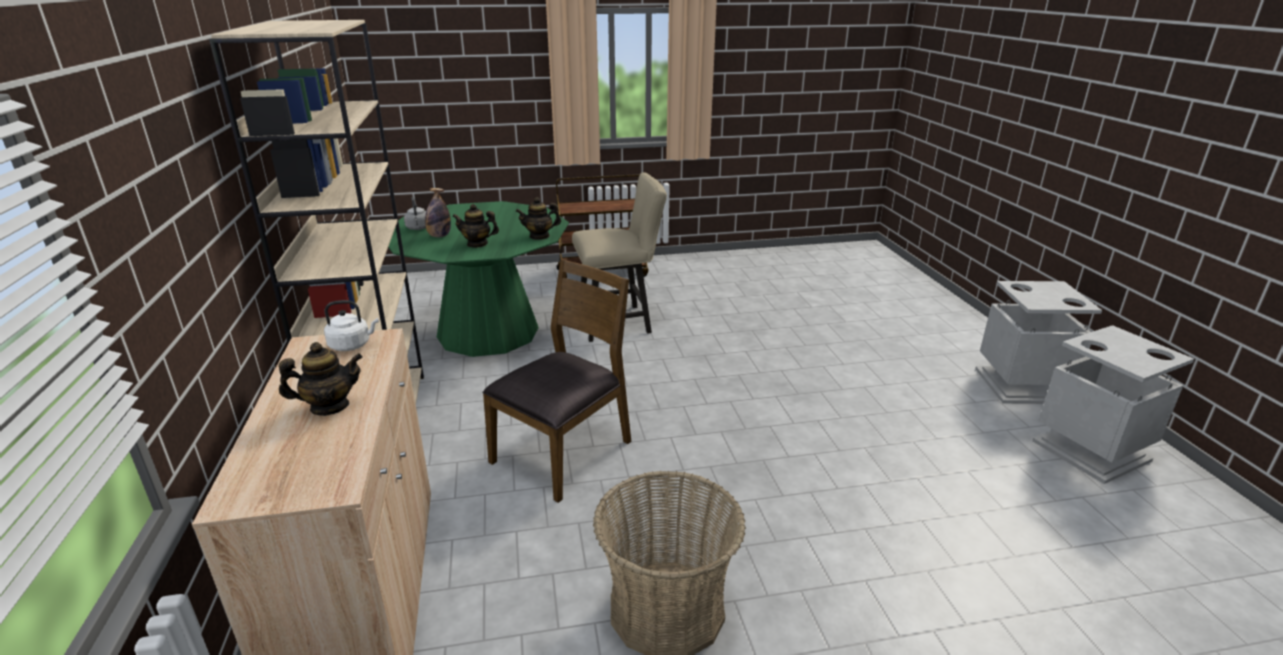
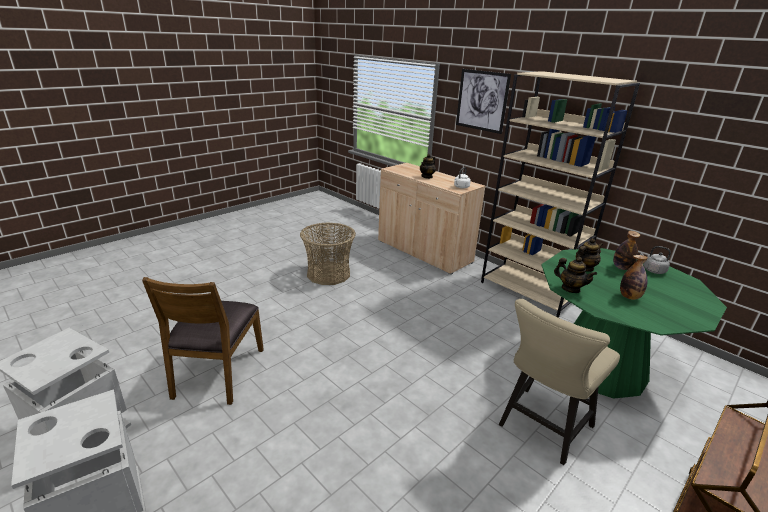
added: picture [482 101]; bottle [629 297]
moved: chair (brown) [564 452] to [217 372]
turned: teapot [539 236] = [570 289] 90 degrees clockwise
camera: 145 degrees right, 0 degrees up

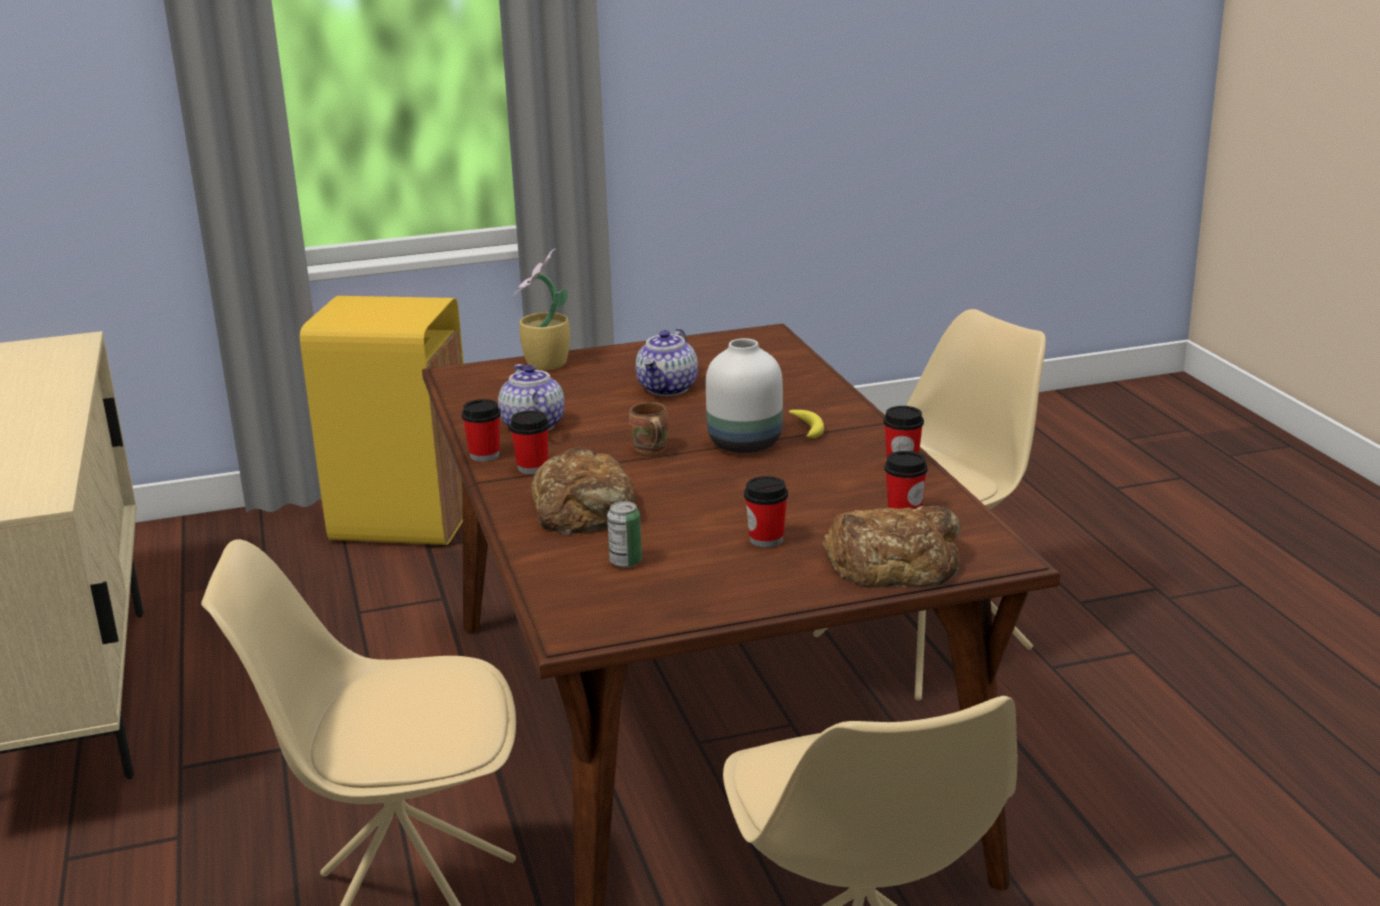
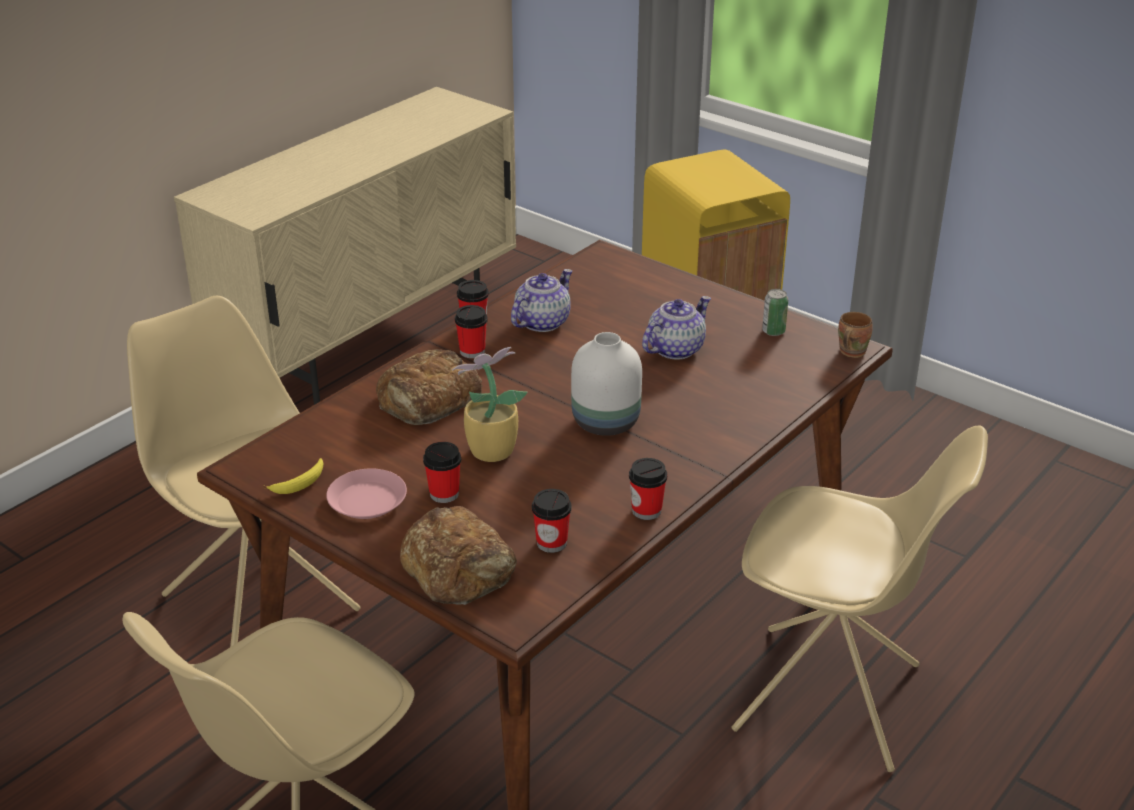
added: plate (pink) [366 500]
moved: banana [807 429] to [300 483]; potted plant [545 365] to [489 451]; can [625 562] to [773 331]; mug (brown) [649 450] to [850 352]
turned: teapot [668 388] = [675 349] 150 degrees clockwise
camera: 55 degrees right, 10 degrees up

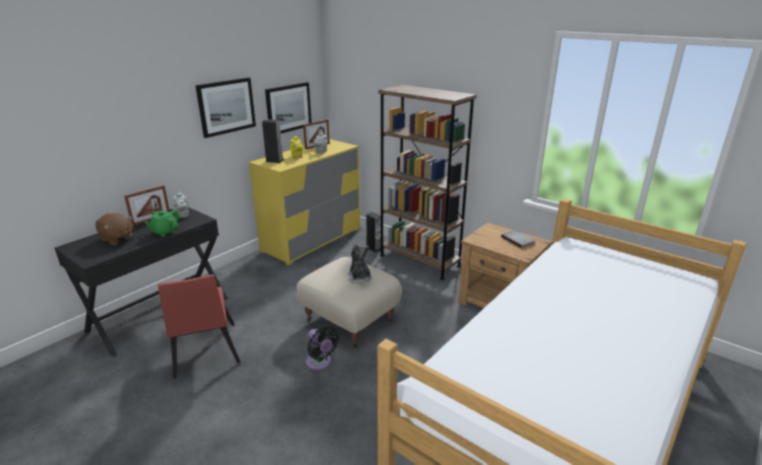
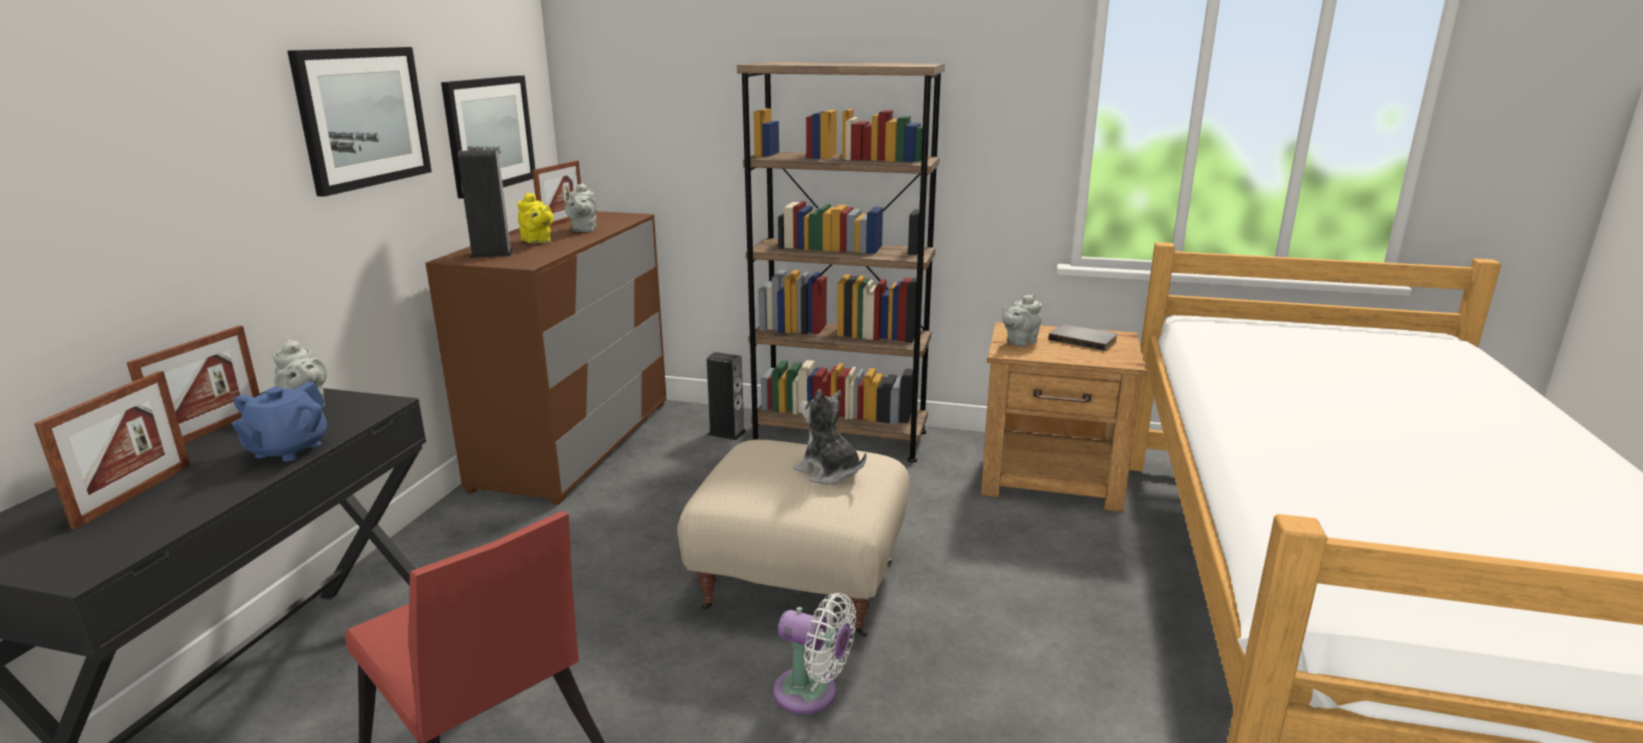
added: teapot (grey) [1019 342]
replaced: plush toy (brown) [117 239] to picture frame [134 494]
recoloured: teapot (green) [165 232] to teapot (blue) [287 450]; dresser (yellow) [312 240] to dresser (brown) [575 443]; fan (black) [320 363] to fan (white) [812 694]
camera: 25 degrees left, 5 degrees down

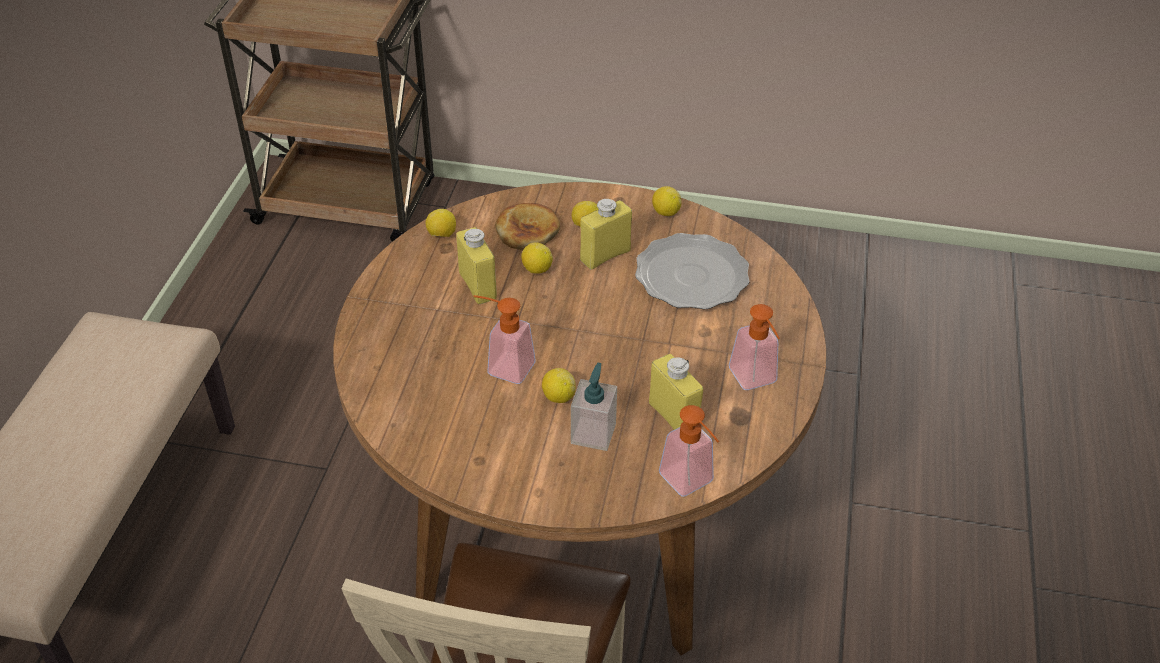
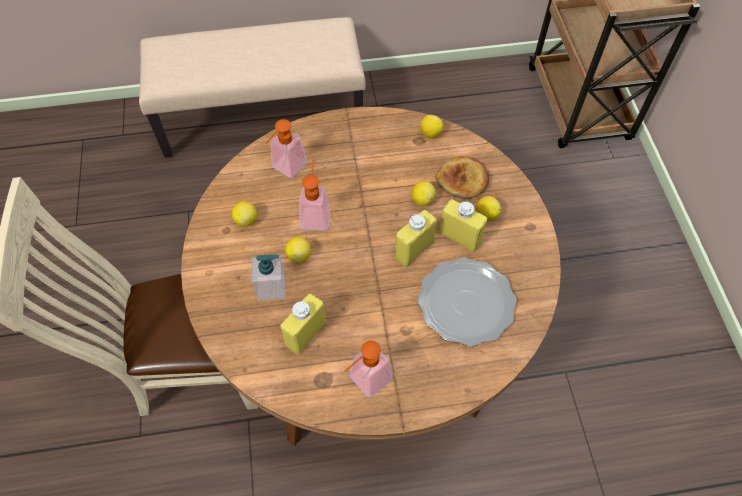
moved: lemon [665 212] to [246 220]; soap dispenser [691 484] to [285 169]; bottle (yellow) [477 286] to [414 250]
camera: 70 degrees right, 15 degrees up

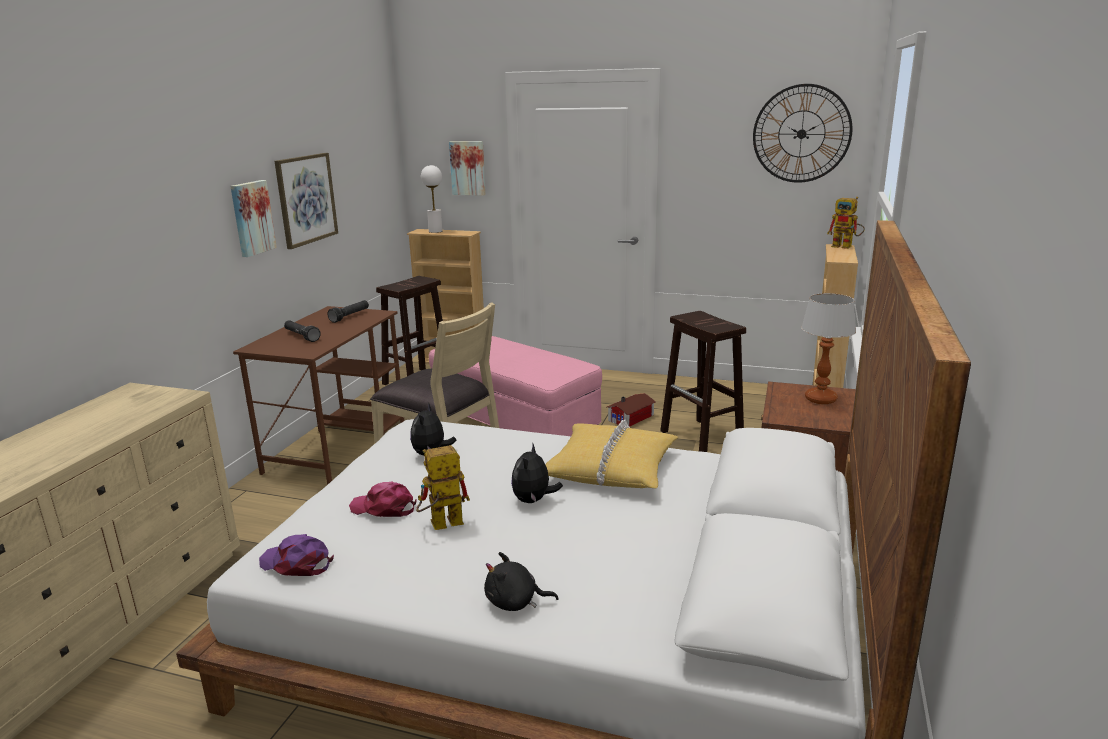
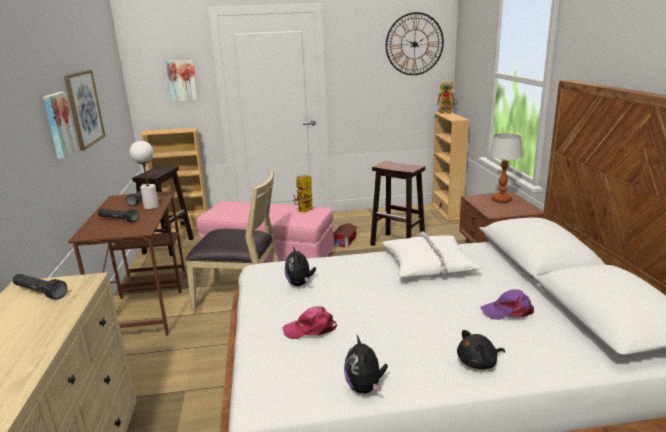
added: flashlight (black) [40 292]
moved: table lamp (white) [435 231] to [151 206]; toy robot [440 526] to [304 211]; plush toy [533 500] to [365 388]; cap (purple) [296 563] to [508 311]
recoloured: pillow (yellow) [611 468] to pillow (white) [428 264]
camera: 25 degrees left, 0 degrees up

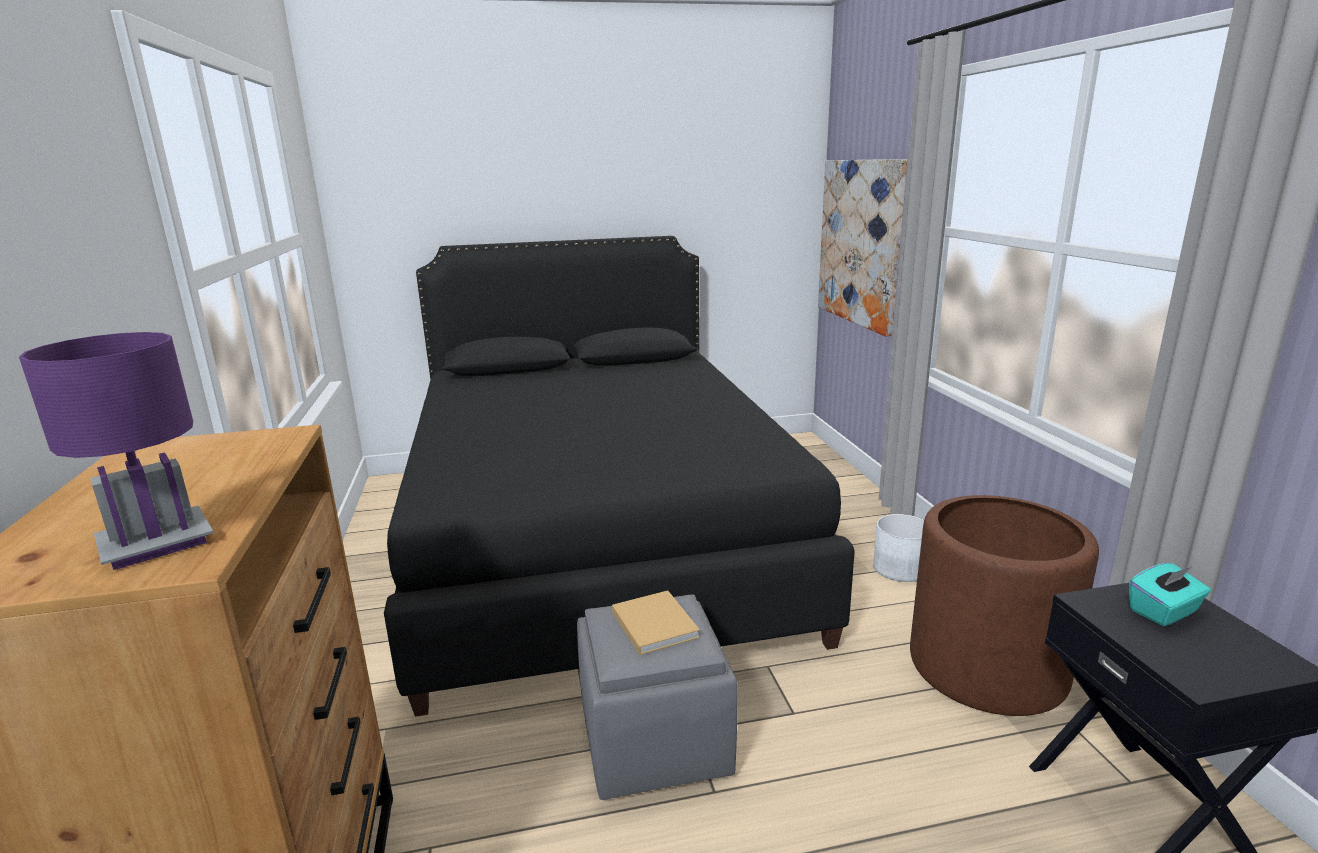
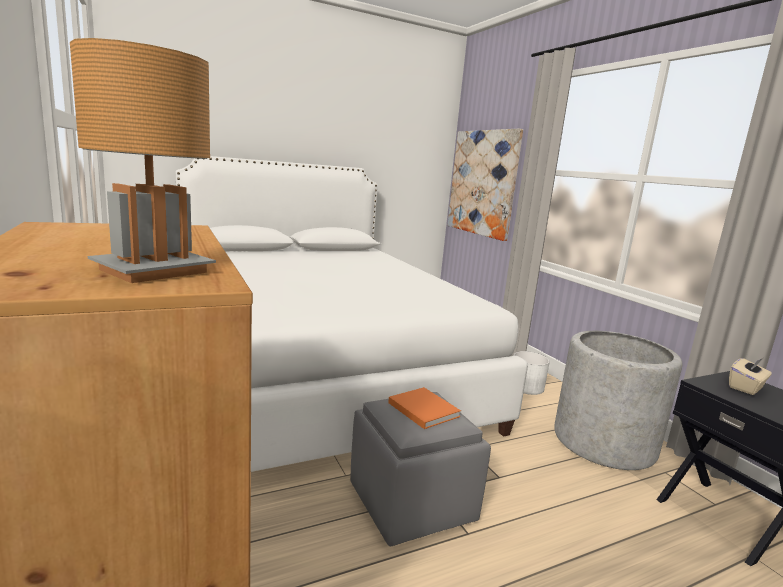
recoloured: table lamp (purple) [156 543] to table lamp (brown) [153 271]; bed (black) [597 539] to bed (white) [316 371]; book (beige) [653 623] to book (orange) [422 408]; planter (brown) [987 666] to planter (grey) [604 442]; tissue box (turquoise) [1164 612] to tissue box (beige) [746 388]
camera: 15 degrees left, 5 degrees down

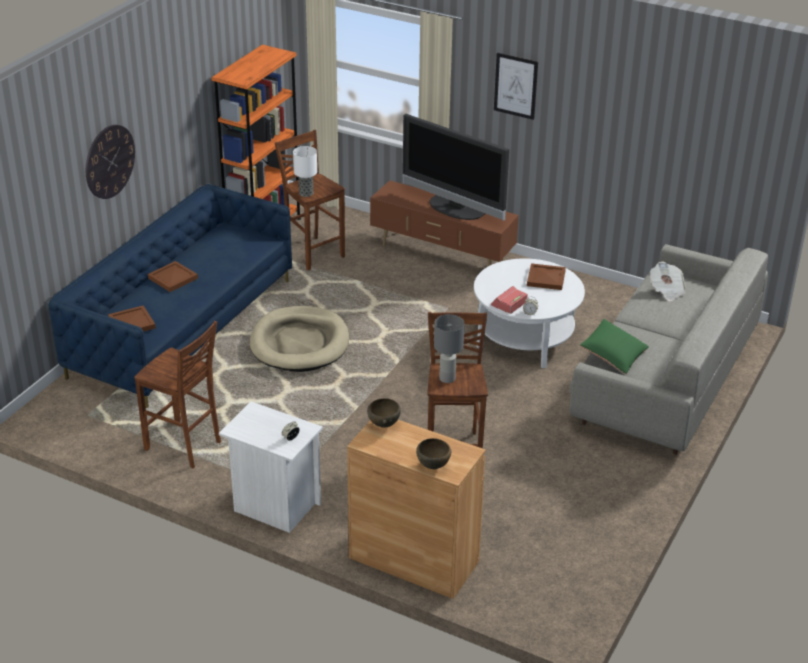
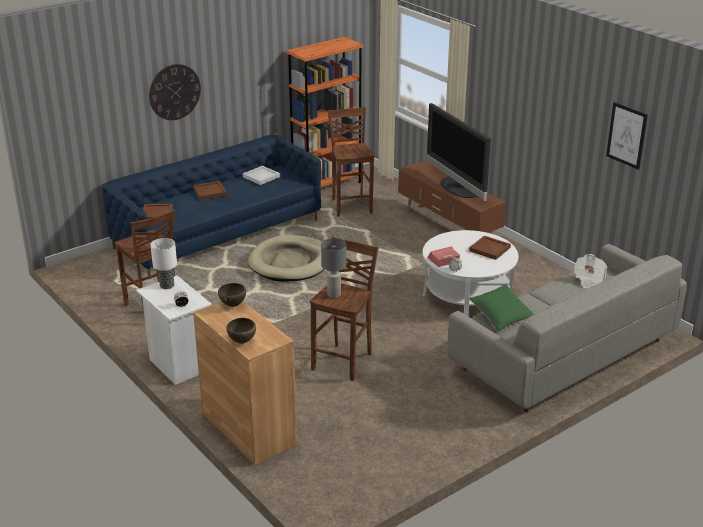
added: tray (white) [261 176]
moved: table lamp [306 193] to [167 285]; picture [515 86] to [626 135]
camera: 25 degrees right, 5 degrees down

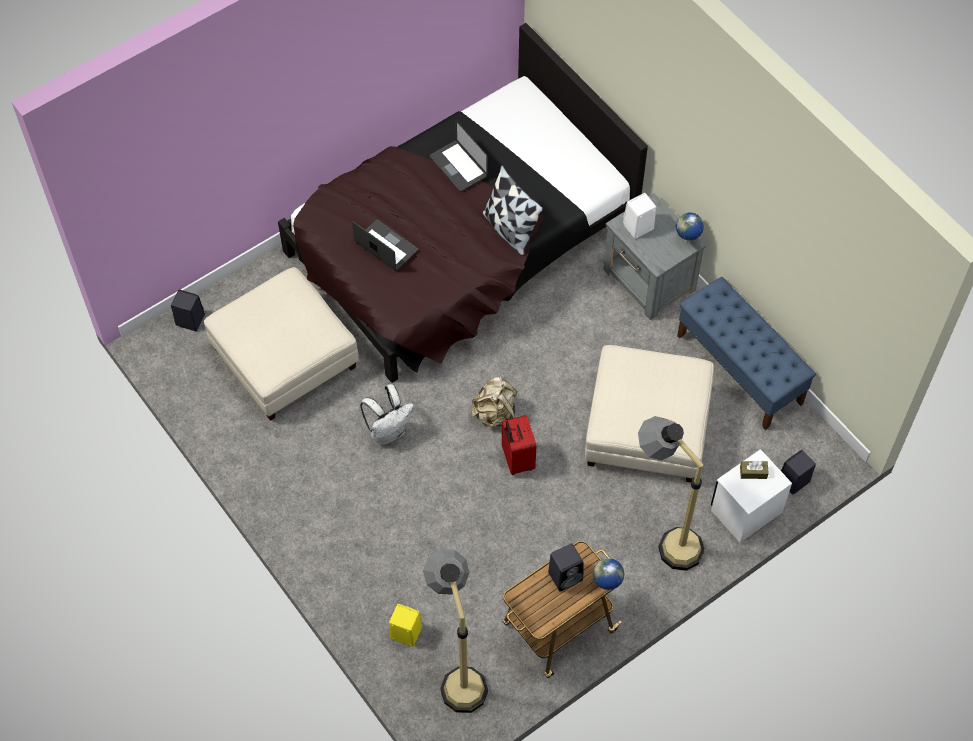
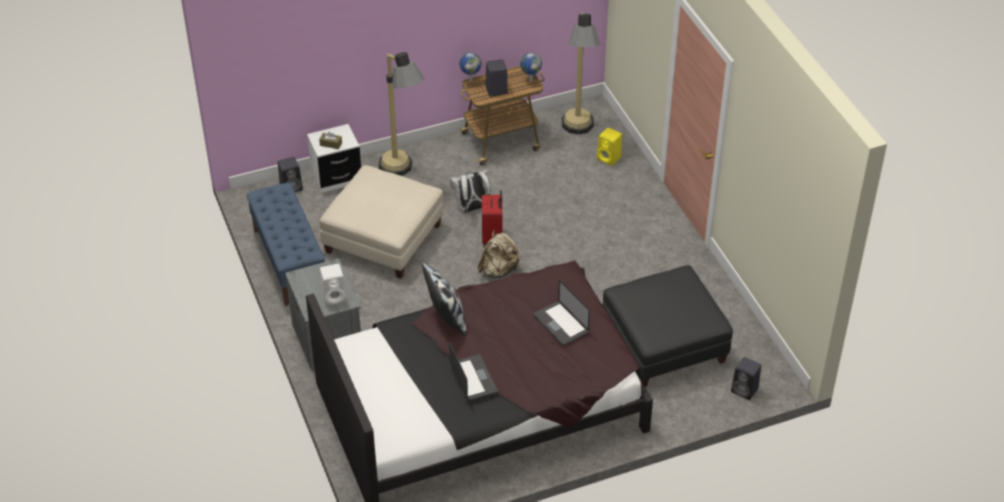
moved: backpack (white) [389 431] to [472 208]; globe [687 242] to [530 80]
recoloured: ottoman (beige) [285 358] to ottoman (black) [663 343]
camera: 165 degrees left, 15 degrees down

